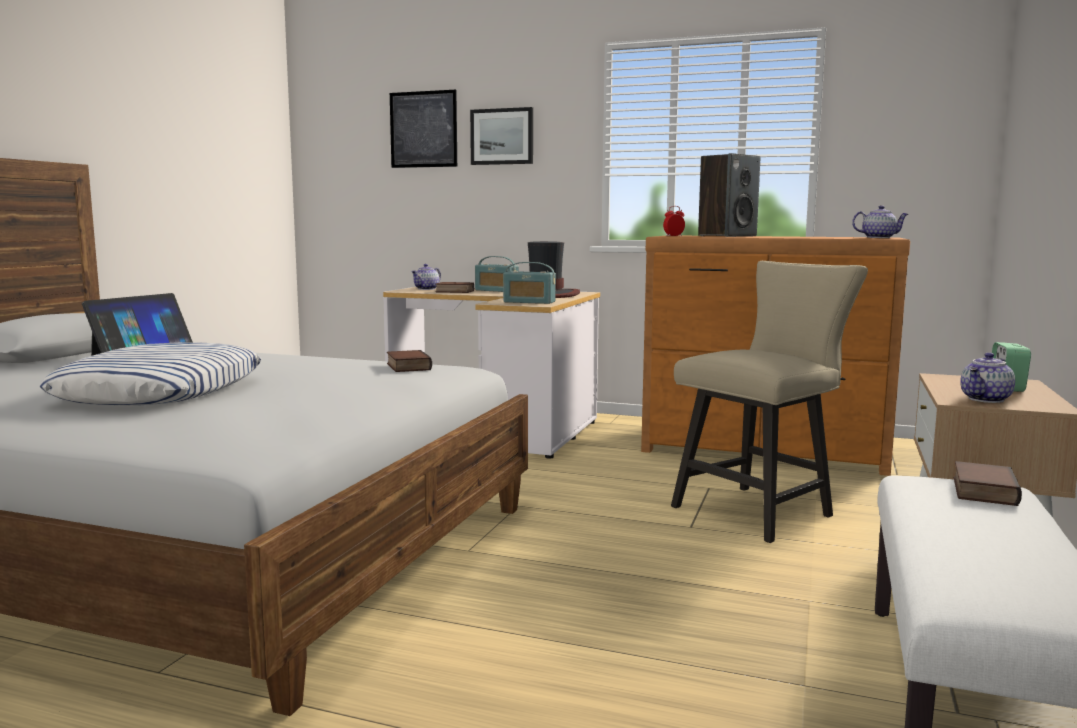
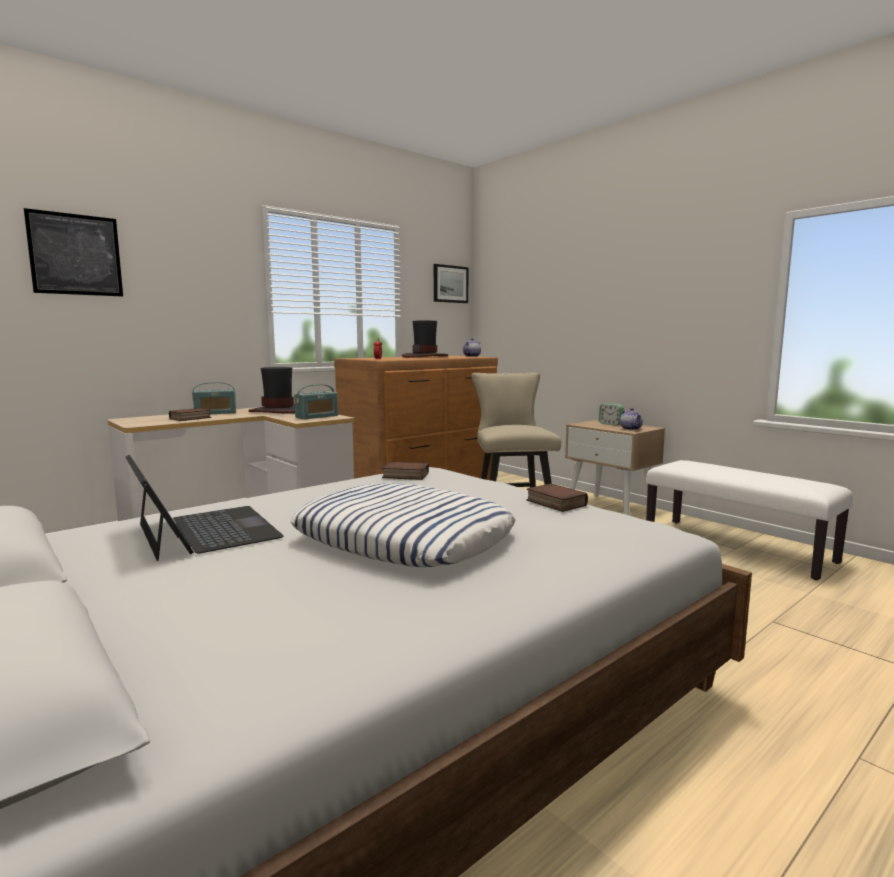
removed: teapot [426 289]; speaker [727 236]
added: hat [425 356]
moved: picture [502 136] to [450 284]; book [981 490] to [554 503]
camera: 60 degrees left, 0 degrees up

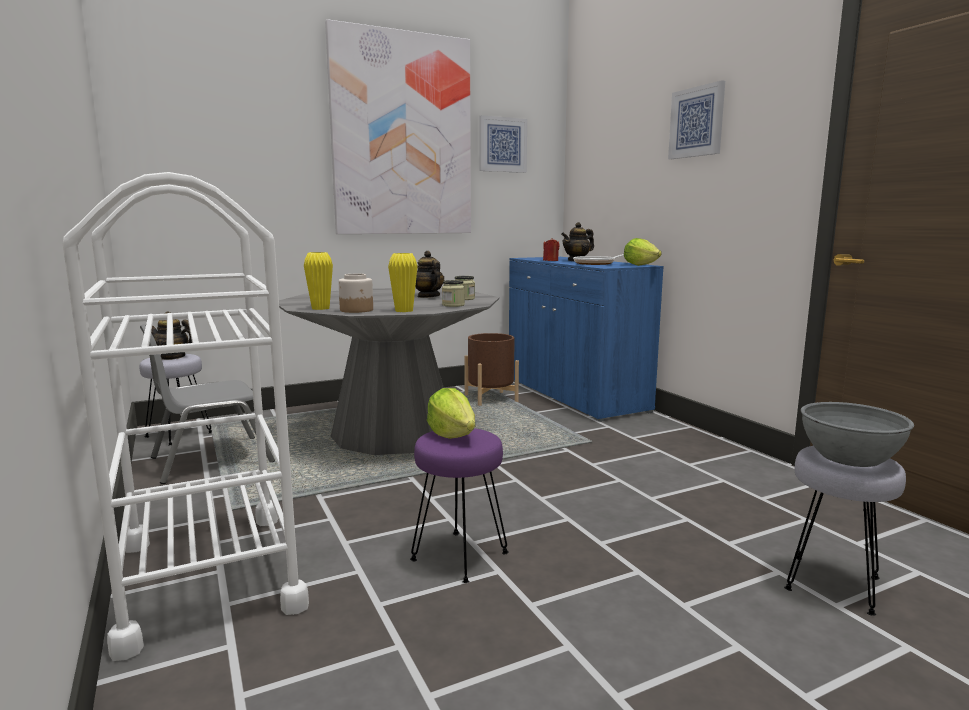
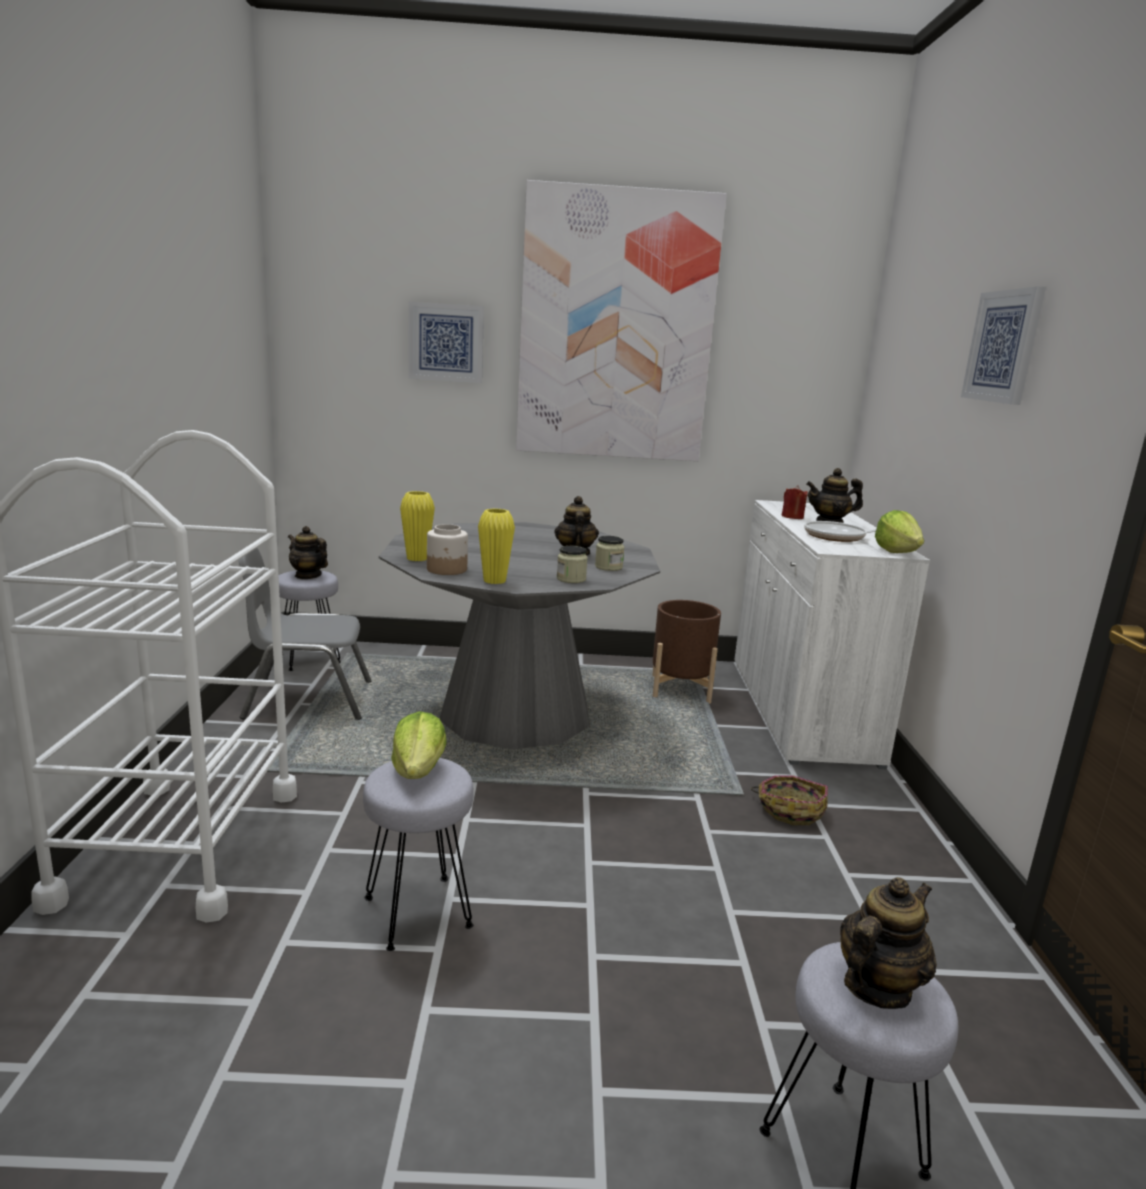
added: basket [790 809]
moved: picture [502 145] to [446 342]
replaced: bowl (grey) [849 457] to teapot [876 987]
recoloured: stool (purple) [459 555] to stool (grey) [418 911]; cabinet (blue) [574 395] to cabinet (white) [800 709]
camera: 25 degrees right, 5 degrees up

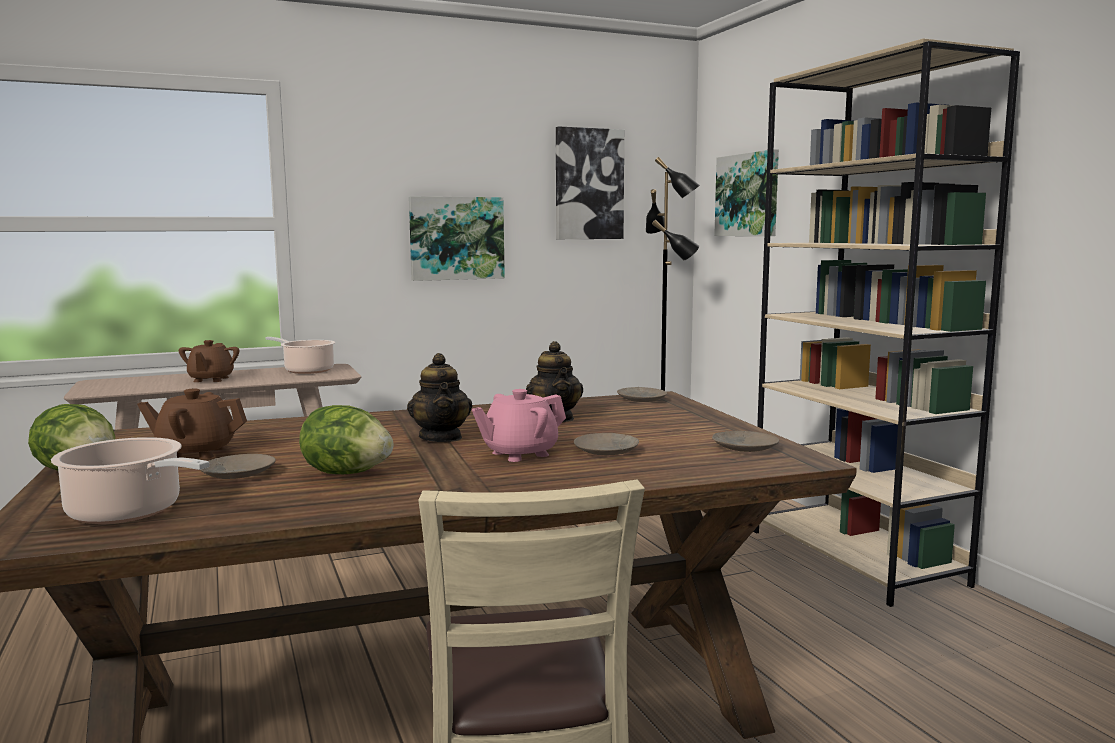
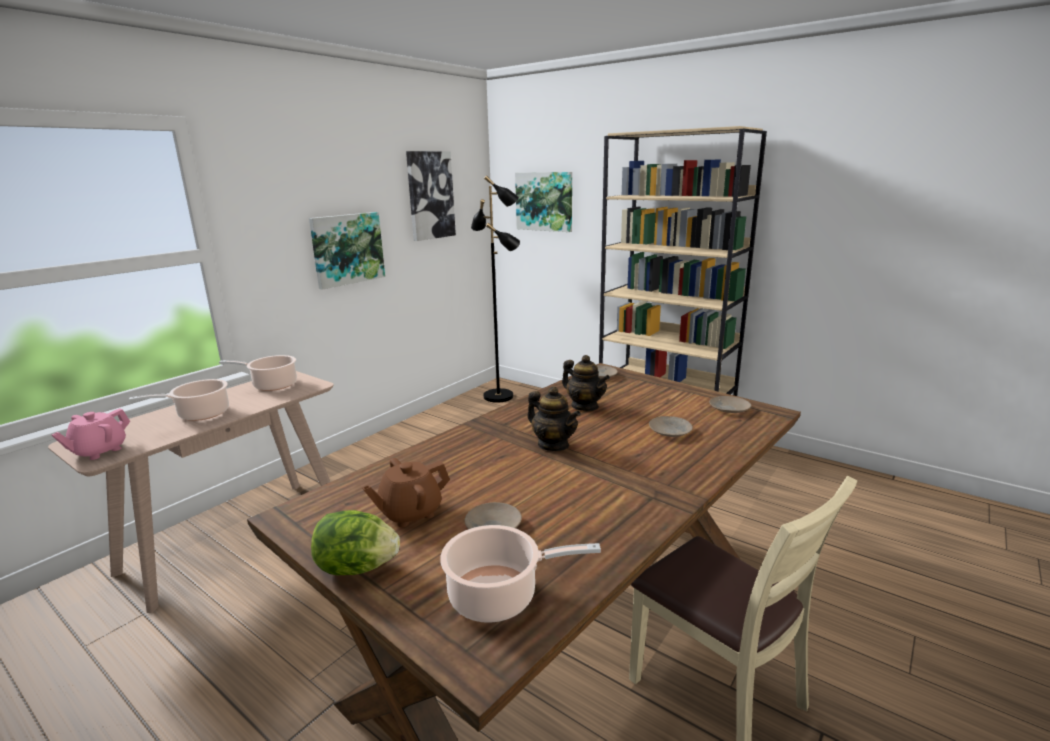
removed: lettuce [347 473]
moved: teapot (pink) [519 454] to [99 451]
replaced: teapot (brown) [211 379] to cooking pot [200 414]
camera: 30 degrees left, 10 degrees up

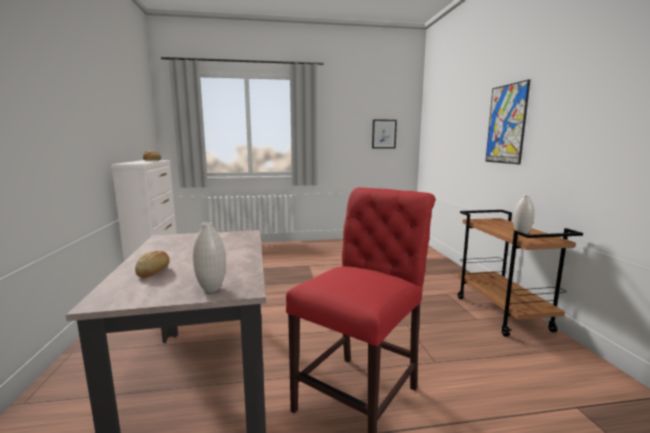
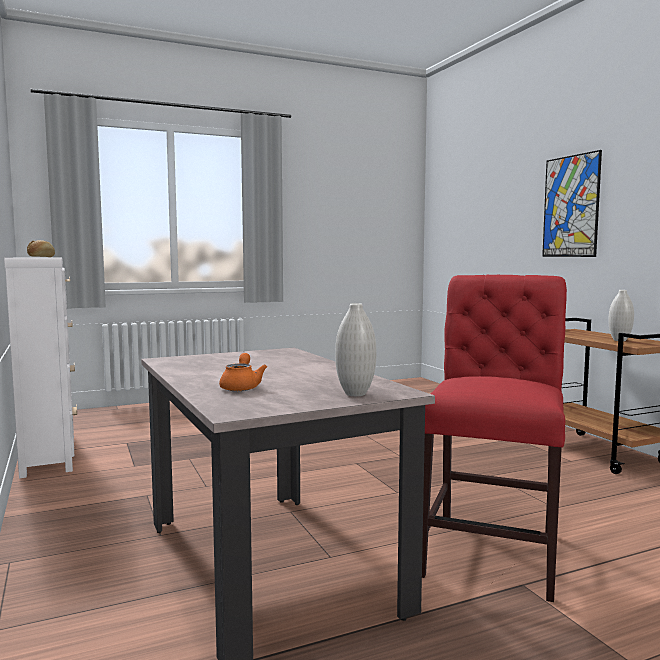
removed: picture [384 134]
replaced: bread [154 272] to teapot (orange) [241 387]
camera: 15 degrees left, 5 degrees down

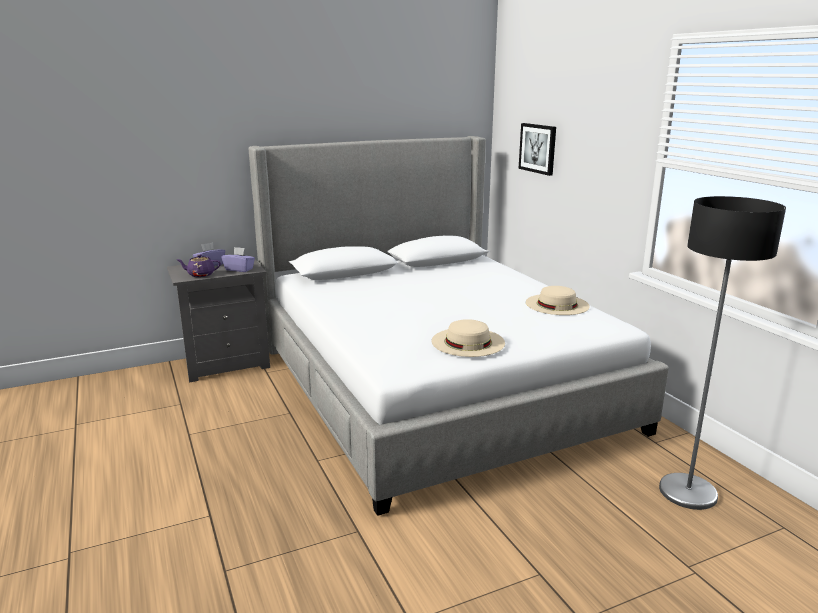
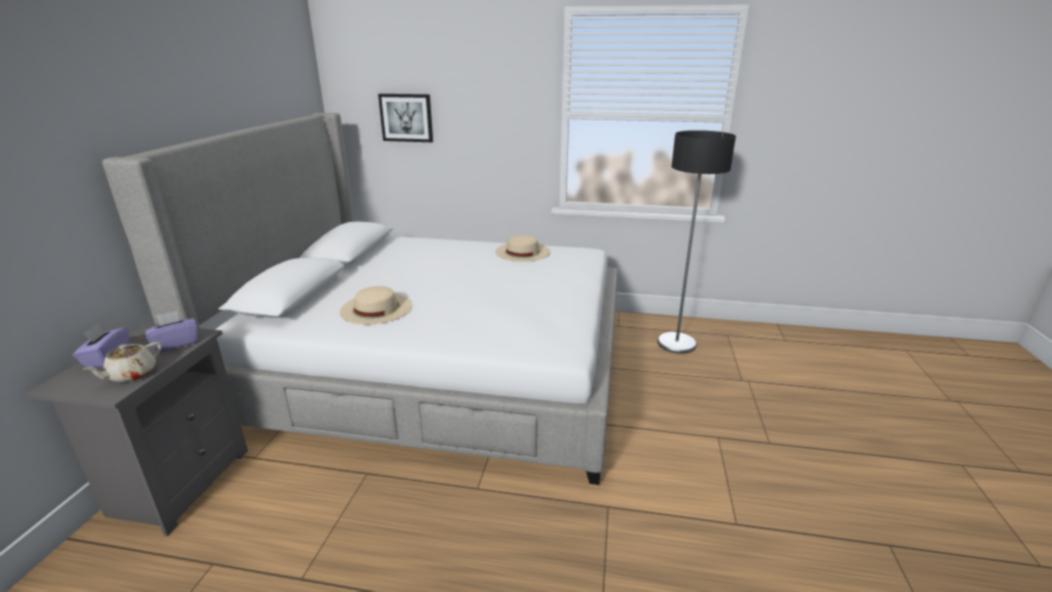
moved: hat (beige) [468 342] to [376 308]
recoloured: teapot (purple) [200 274] to teapot (beige) [131 375]
camera: 55 degrees left, 5 degrees up

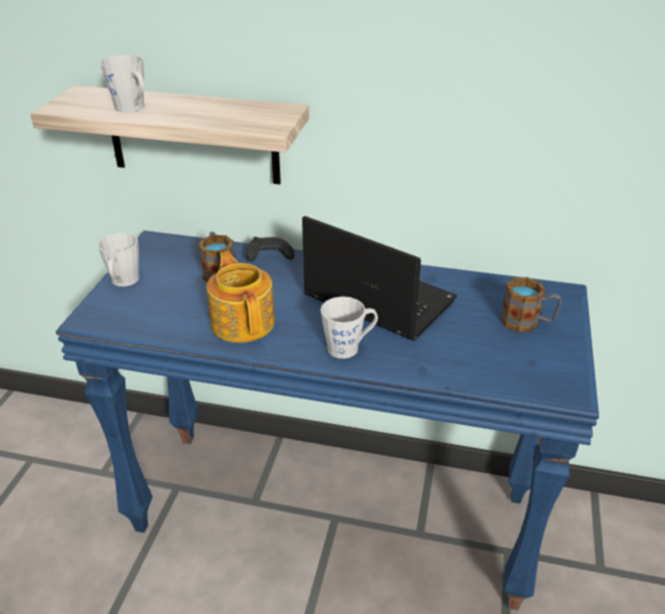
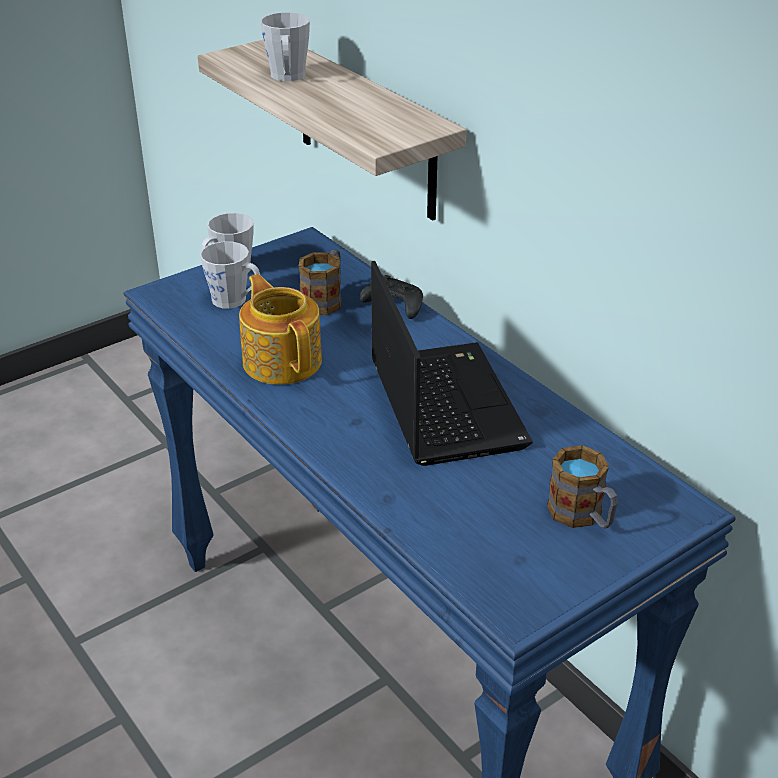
moved: mug (grey) [349 347] to [235 301]
turned: teapot [243 321] = [282 360] 45 degrees counterclockwise
camera: 40 degrees right, 0 degrees up

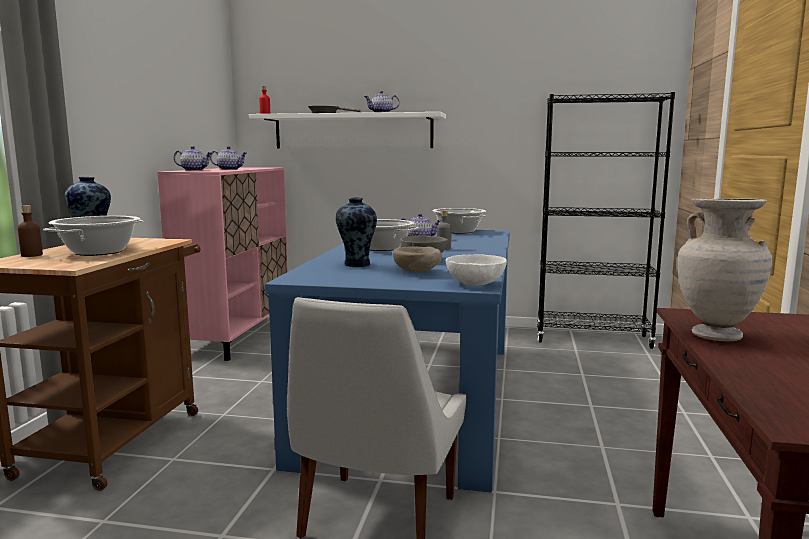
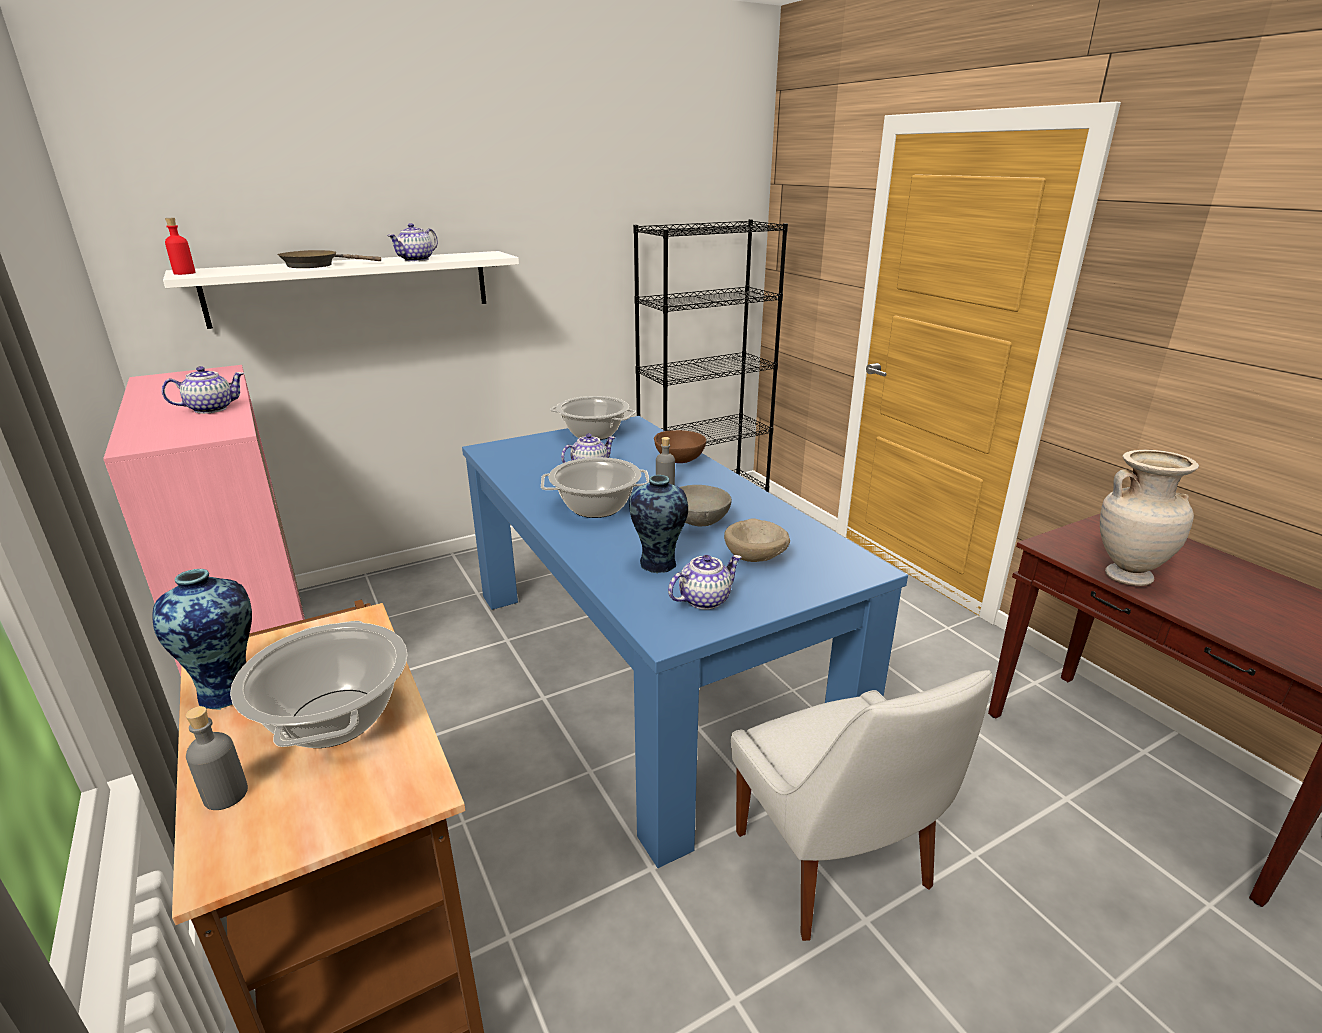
removed: bowl (white) [476 284]
added: bowl (brown) [679 460]
moved: teapot [194 170] to [704 599]
recoloured: bottle (brown) [32 255] to bottle (grey) [225 795]
camera: 40 degrees left, 15 degrees up

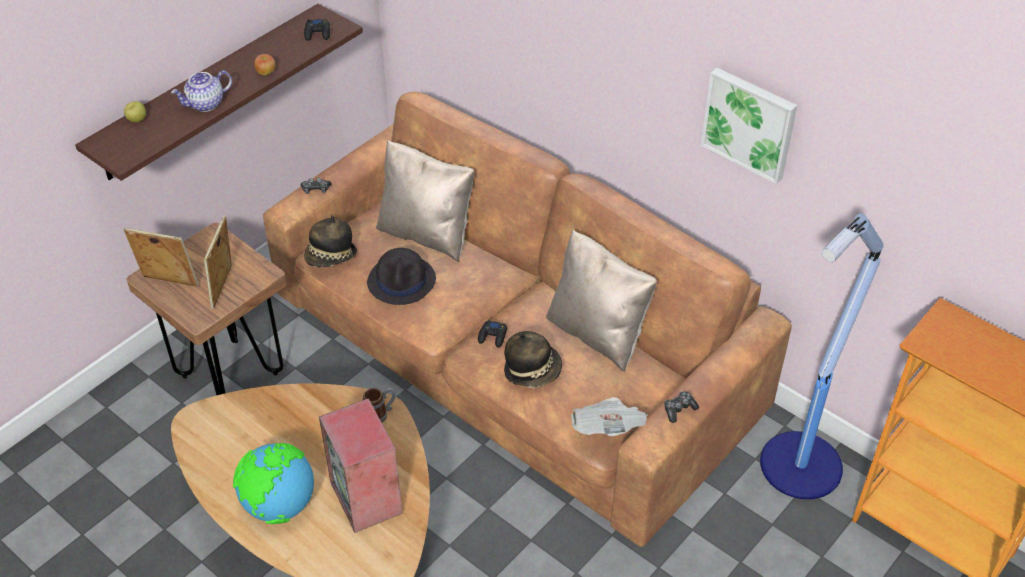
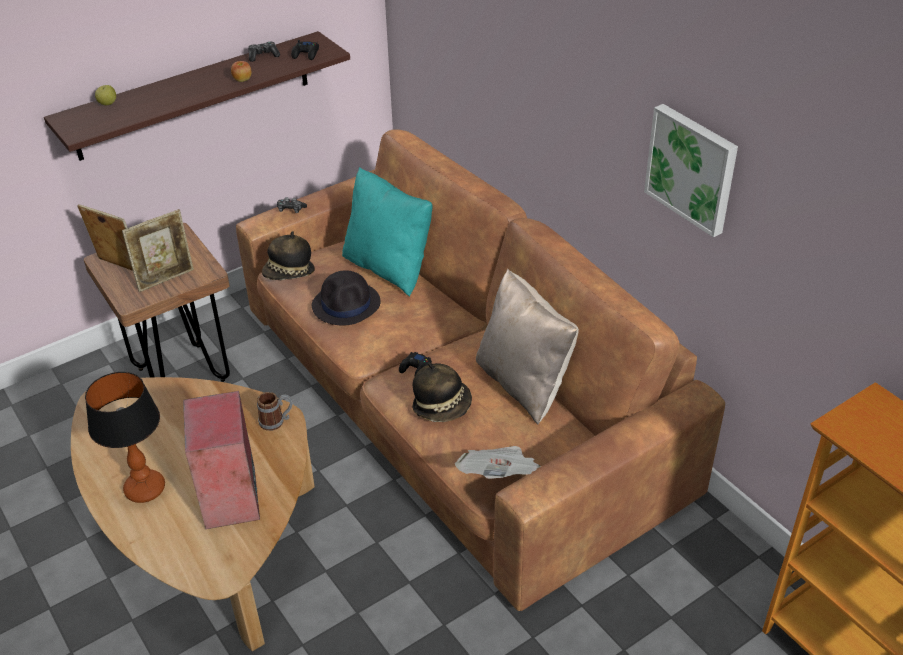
removed: teapot [205 104]; floor lamp [799 468]
moved: game controller [679 409] to [263 56]
replaced: globe [279 506] to table lamp [144 490]
recoloured: pillow (beige) [426 234] to pillow (turquoise) [388 267]
turned: picture frame [224 288] = [166 279] 150 degrees counterclockwise
camera: 15 degrees right, 5 degrees down

